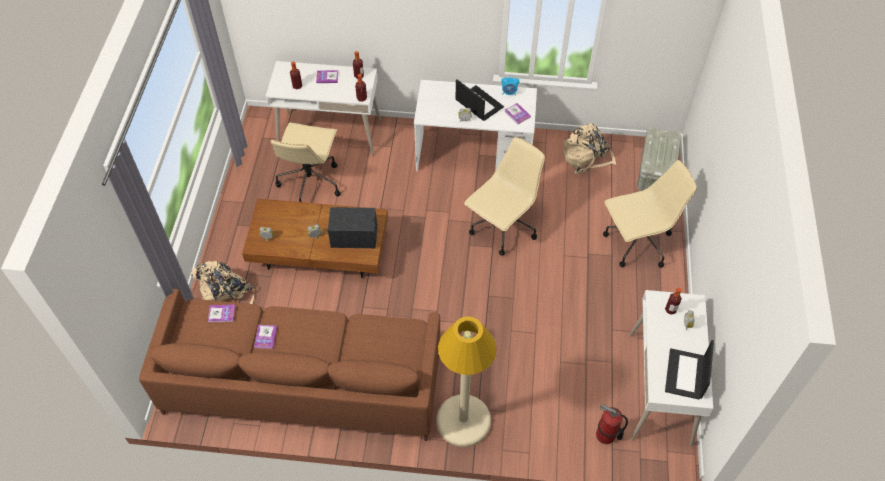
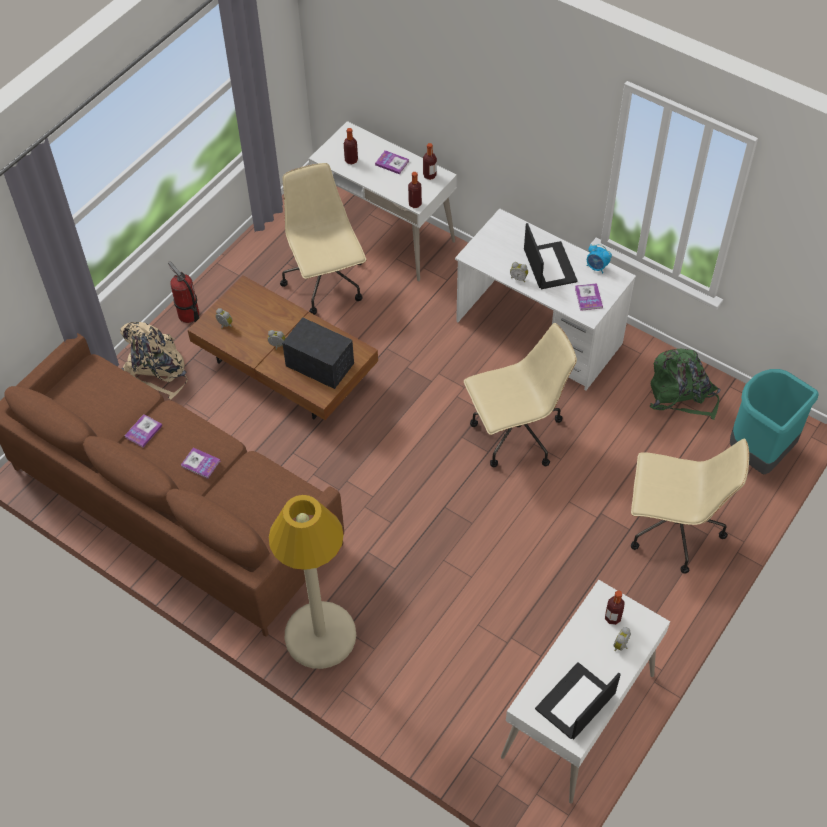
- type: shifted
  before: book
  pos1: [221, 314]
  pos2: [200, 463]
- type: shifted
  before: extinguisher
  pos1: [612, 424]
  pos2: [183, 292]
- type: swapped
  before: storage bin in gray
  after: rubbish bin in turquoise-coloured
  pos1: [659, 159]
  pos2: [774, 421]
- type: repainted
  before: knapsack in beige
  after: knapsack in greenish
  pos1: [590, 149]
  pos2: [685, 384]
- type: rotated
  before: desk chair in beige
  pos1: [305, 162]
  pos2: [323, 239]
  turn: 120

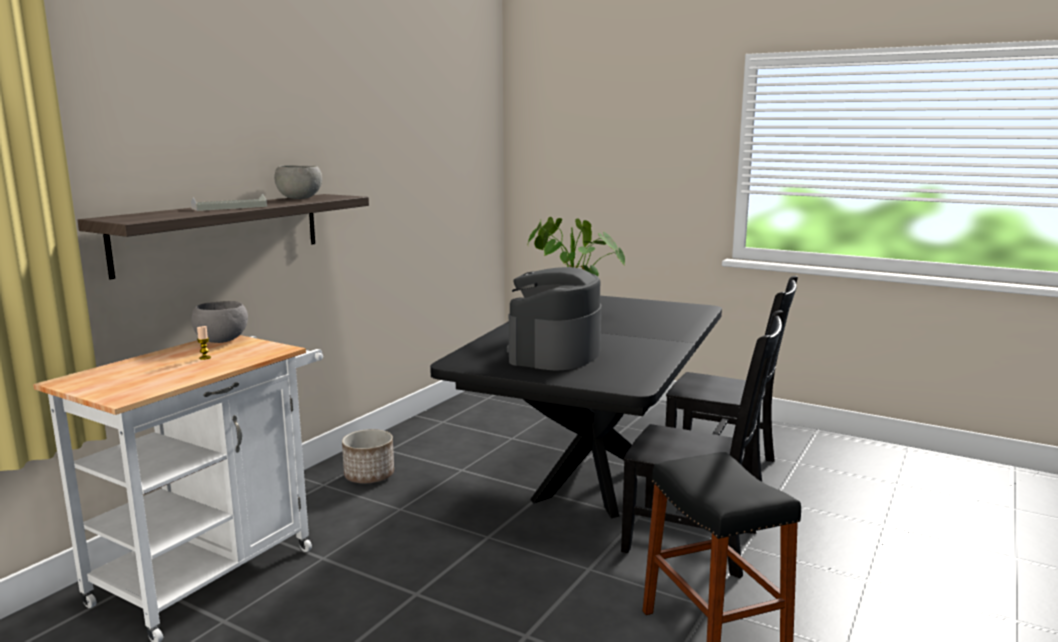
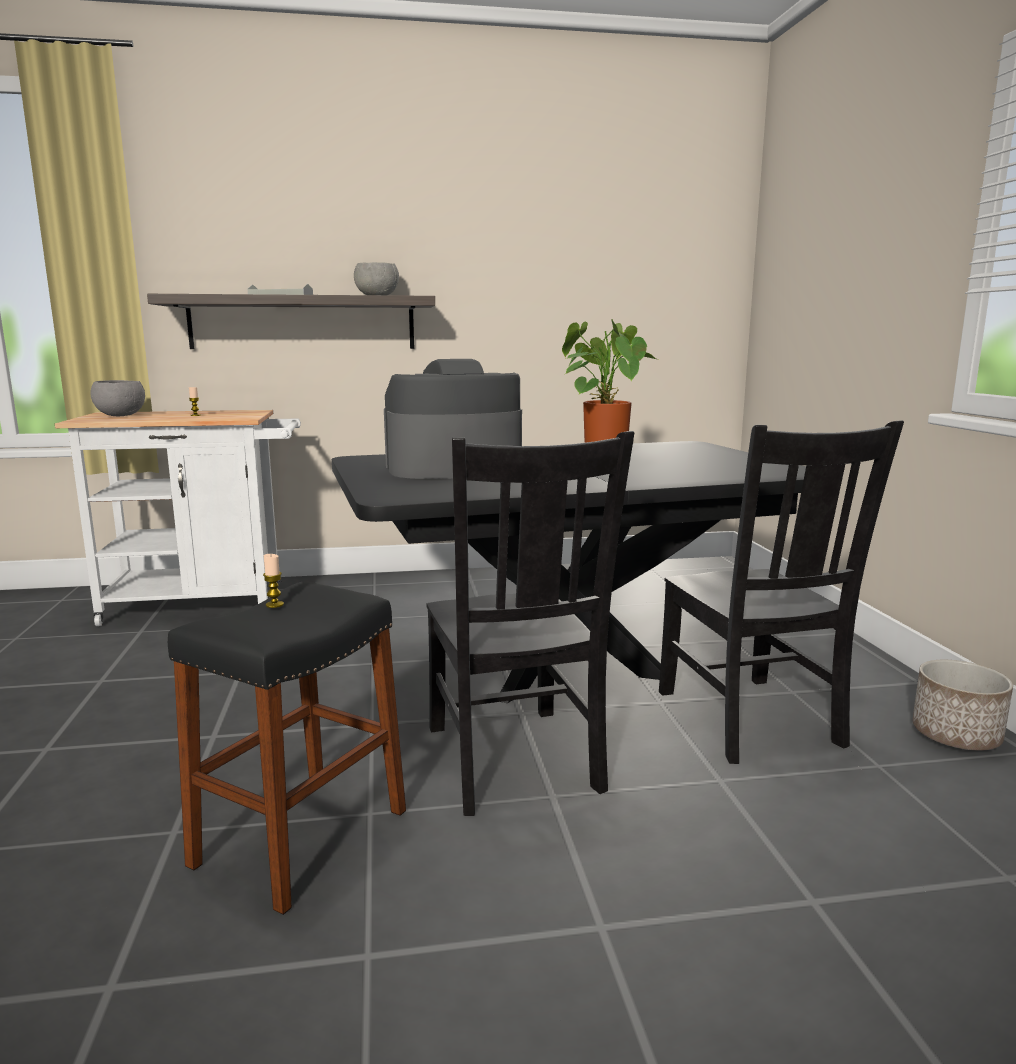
- type: new
  after: wax light
  pos2: [273, 581]
- type: shifted
  before: deep dish in gray
  pos1: [219, 322]
  pos2: [117, 398]
- type: shifted
  before: flower pot
  pos1: [368, 456]
  pos2: [963, 705]

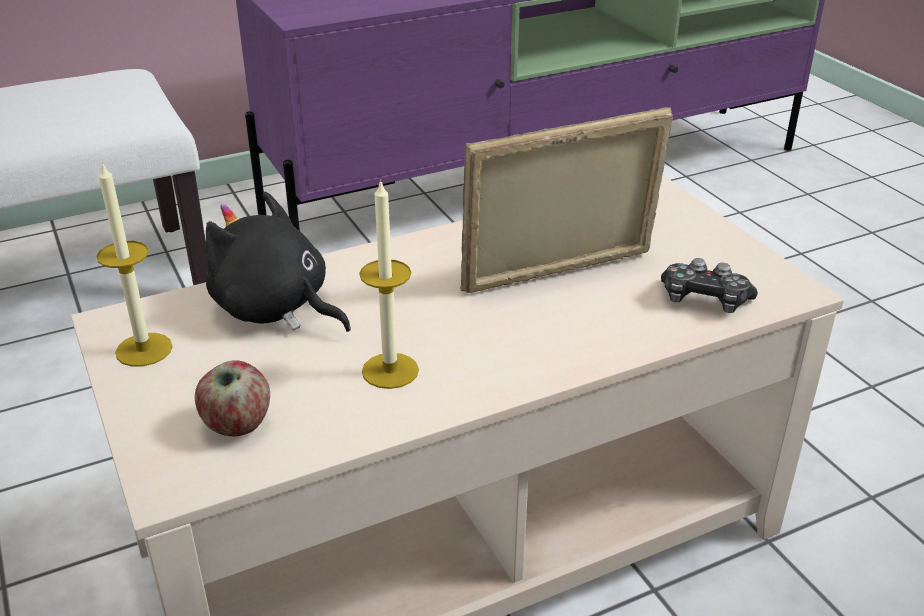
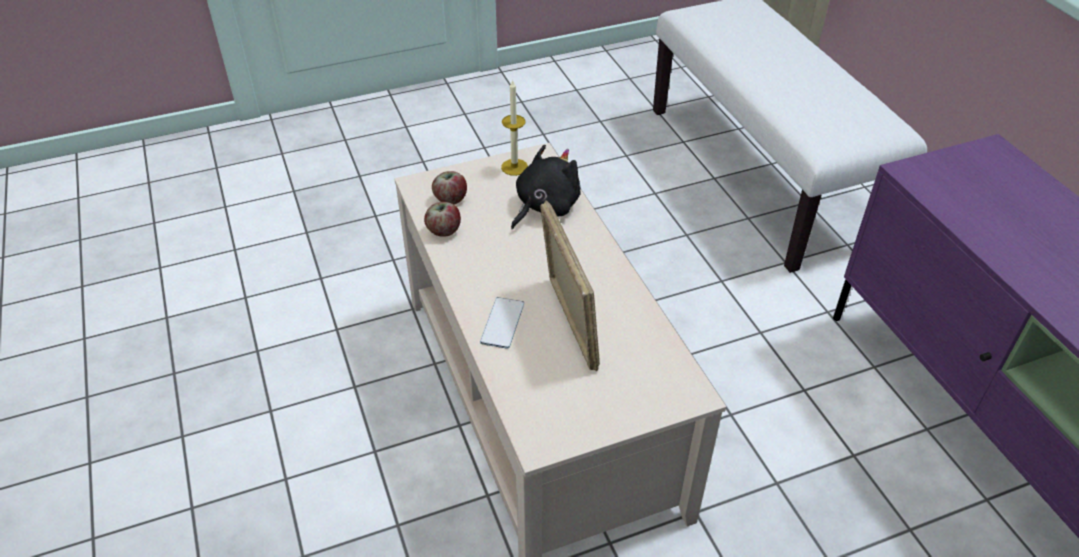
- type: gone
  before: wax light
  pos1: [389, 284]
- type: gone
  before: game controller
  pos1: [709, 285]
- type: new
  after: whole apple
  pos2: [442, 219]
- type: new
  after: telephone
  pos2: [502, 323]

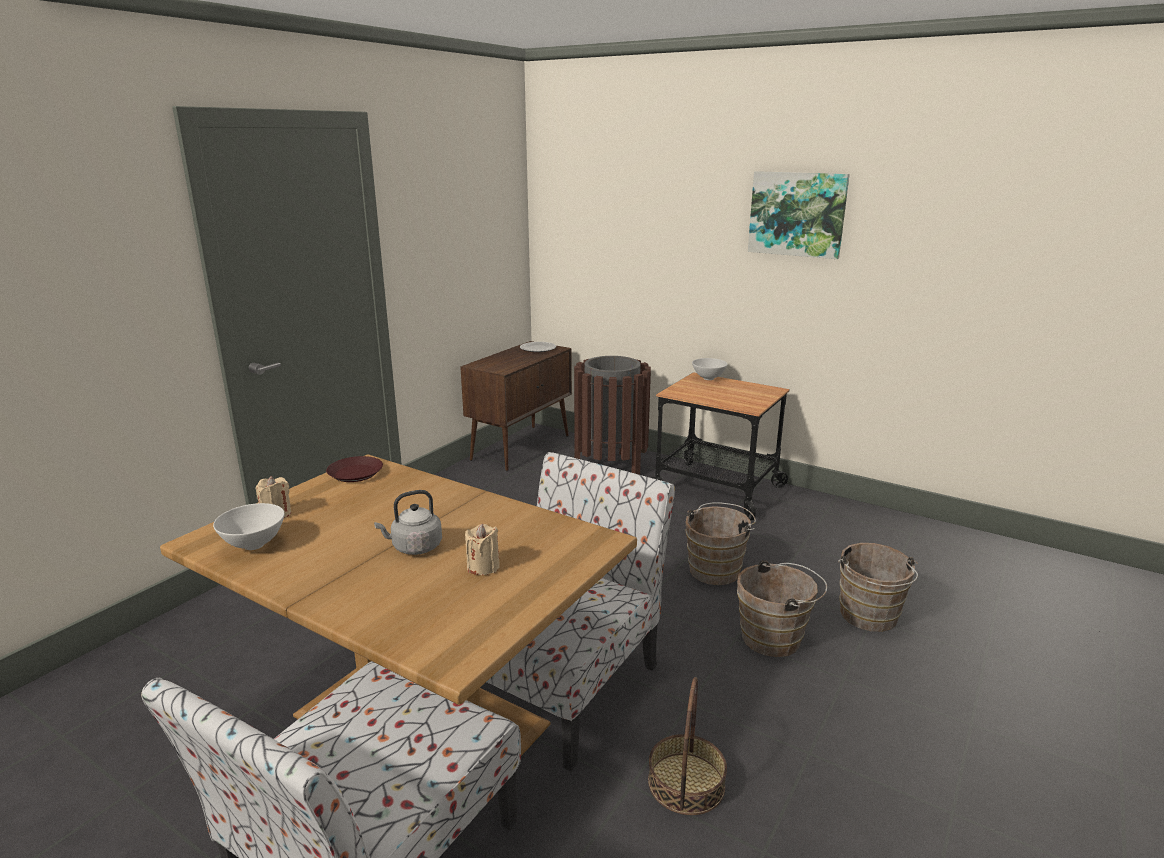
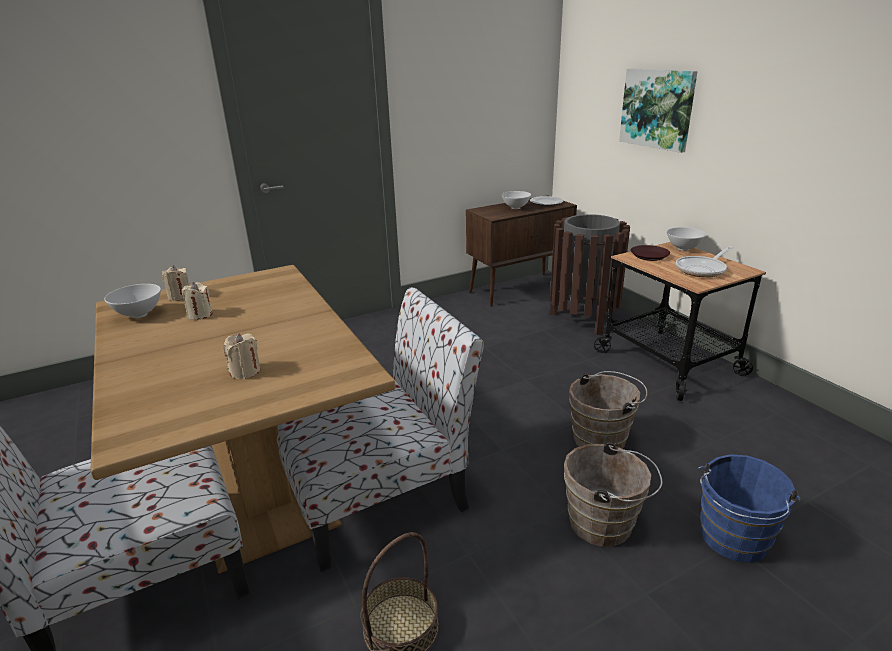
- type: gone
  before: water kettle in gray
  pos1: [408, 522]
- type: new
  after: wax light in beige
  pos2: [197, 301]
- type: new
  after: deep dish in white
  pos2: [516, 200]
- type: new
  after: skillet
  pos2: [704, 261]
- type: shifted
  before: plate in brown-coloured
  pos1: [354, 469]
  pos2: [650, 253]
- type: shifted
  before: wall art
  pos1: [799, 215]
  pos2: [658, 111]
- type: repainted
  before: bucket in brown-coloured
  after: bucket in bluish
  pos1: [878, 587]
  pos2: [749, 508]

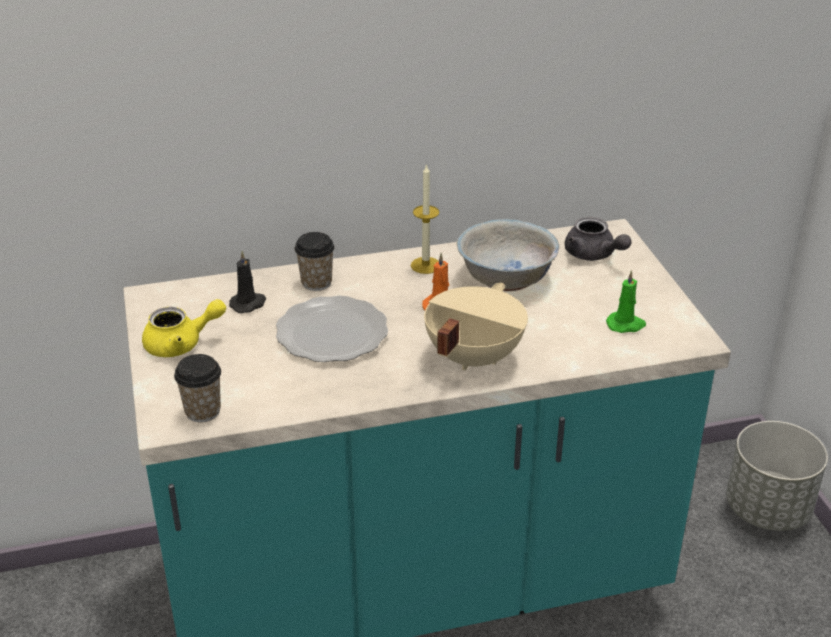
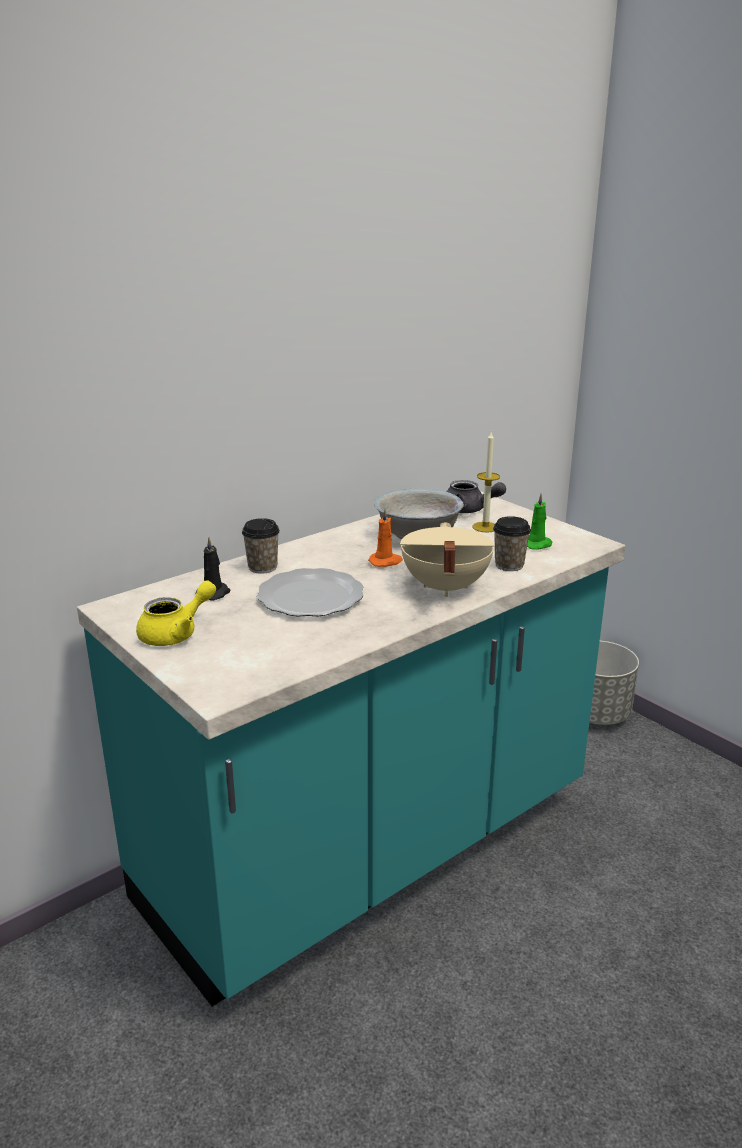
- type: shifted
  before: cup
  pos1: [197, 388]
  pos2: [512, 543]
- type: shifted
  before: wax light
  pos1: [425, 219]
  pos2: [486, 482]

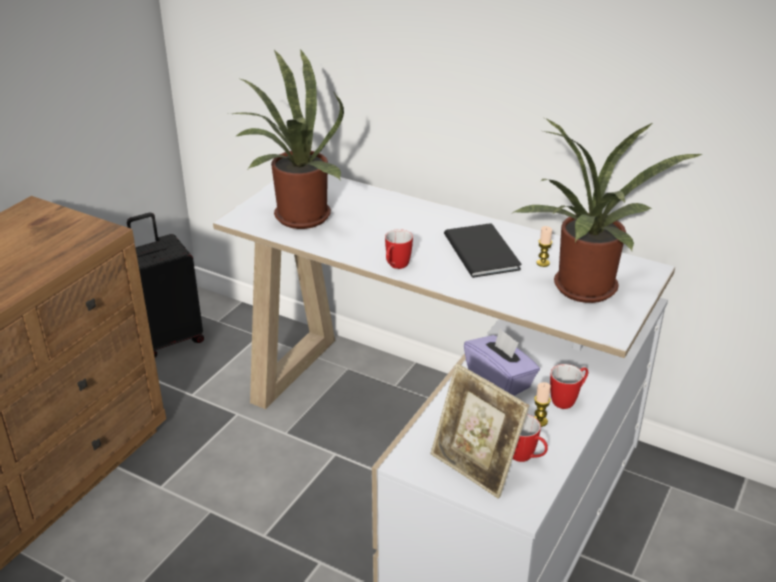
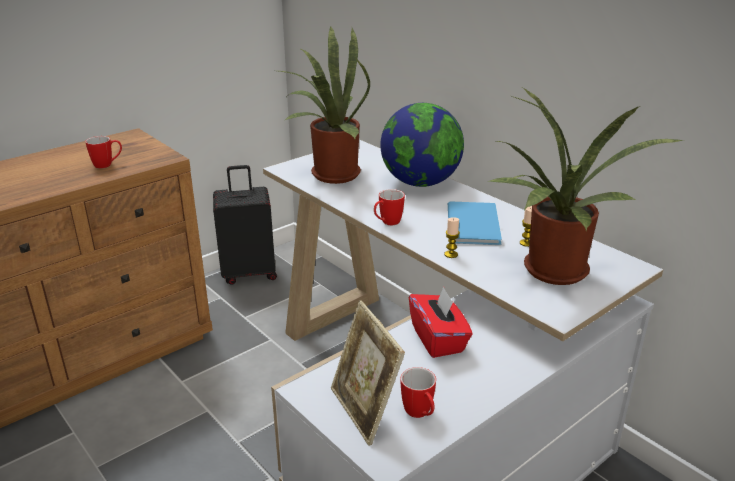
- type: new
  after: world globe
  pos2: [422, 145]
- type: shifted
  before: wax light
  pos1: [542, 404]
  pos2: [452, 237]
- type: shifted
  before: tea mug
  pos1: [569, 386]
  pos2: [103, 152]
- type: repainted
  before: book in black-coloured
  after: book in bluish
  pos1: [482, 250]
  pos2: [475, 223]
- type: repainted
  before: tissue holder in purplish
  after: tissue holder in red-coloured
  pos1: [502, 362]
  pos2: [440, 322]

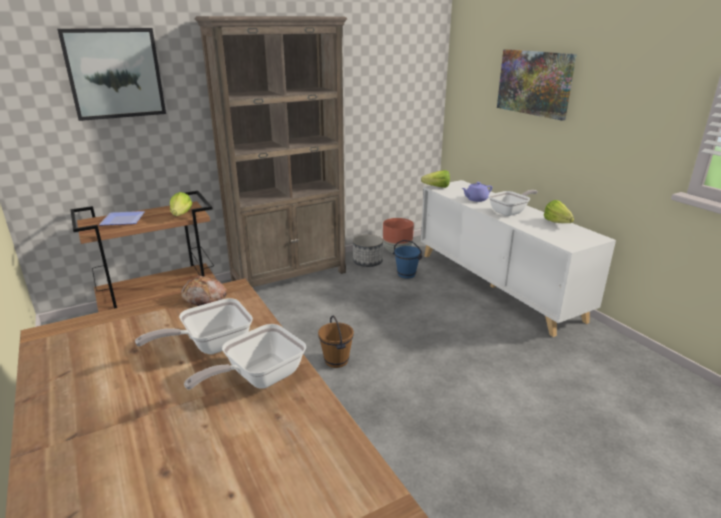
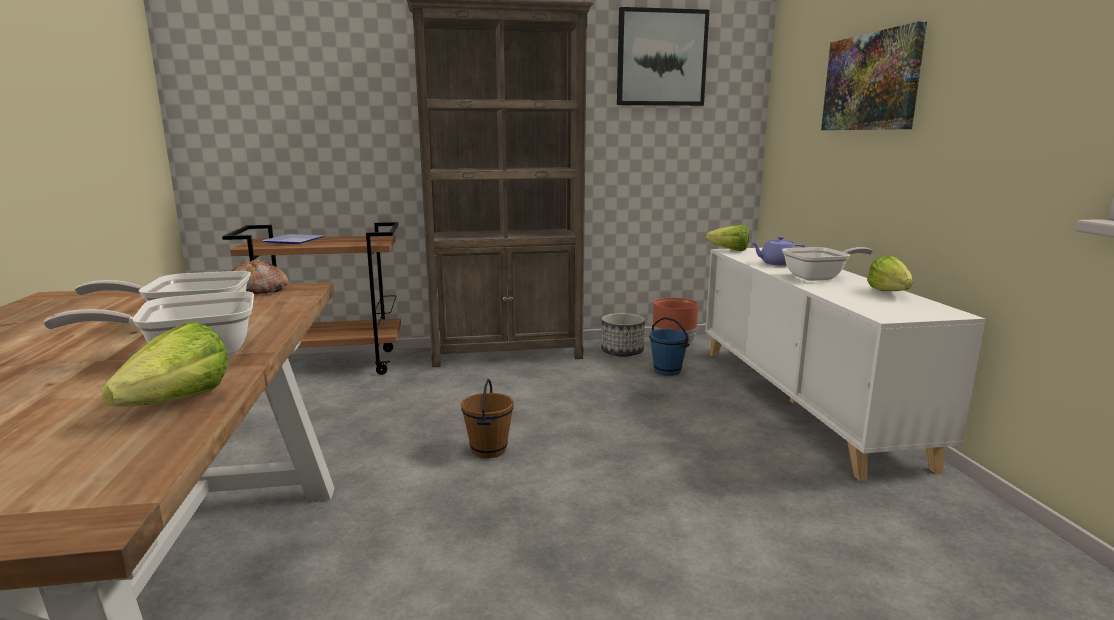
- type: shifted
  before: wall art
  pos1: [111, 74]
  pos2: [663, 56]
- type: shifted
  before: lettuce
  pos1: [181, 204]
  pos2: [164, 364]

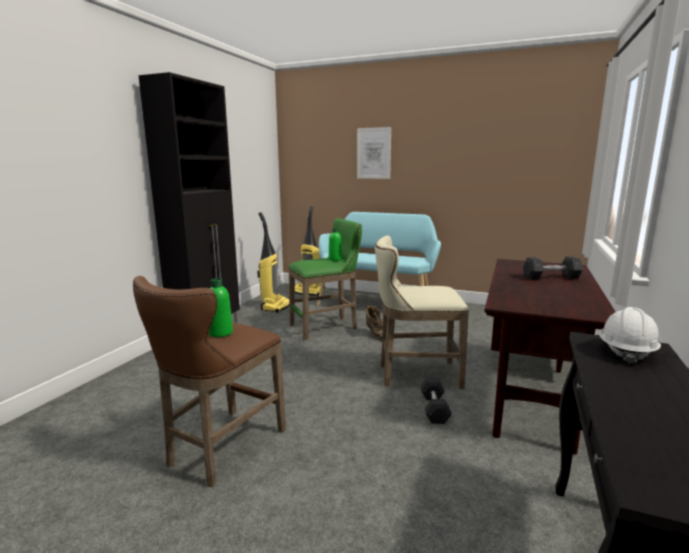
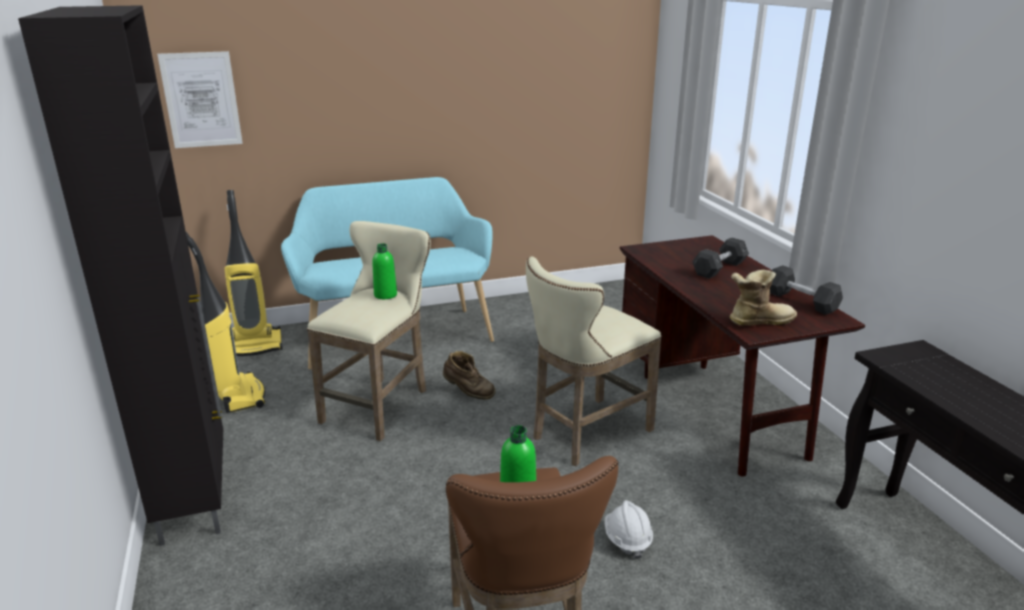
- type: new
  after: boot
  pos2: [763, 298]
- type: shifted
  before: wall art
  pos1: [374, 153]
  pos2: [200, 99]
- type: shifted
  before: dumbbell in gray
  pos1: [436, 401]
  pos2: [806, 290]
- type: shifted
  before: hard hat in white
  pos1: [630, 335]
  pos2: [629, 529]
- type: repainted
  before: sitting stool in greenish
  after: sitting stool in beige
  pos1: [325, 279]
  pos2: [369, 331]

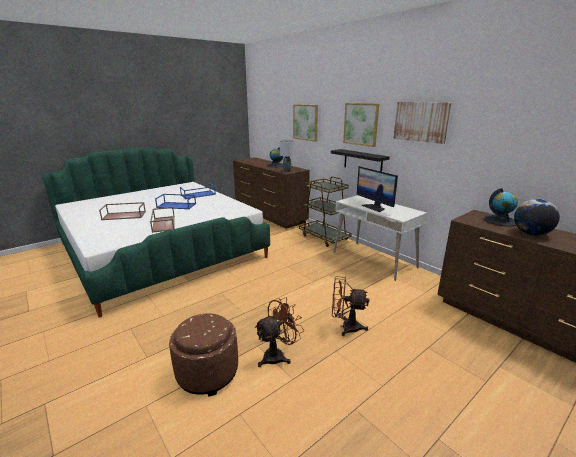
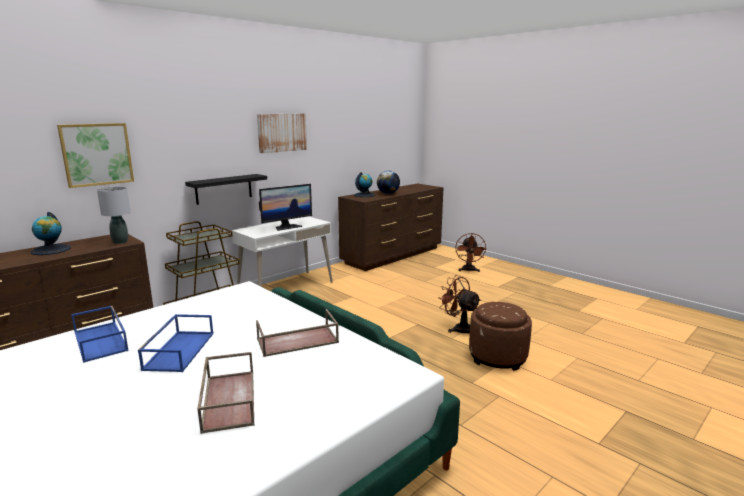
- type: gone
  before: wall art
  pos1: [361, 125]
- type: shifted
  before: cooling fan in brown-coloured
  pos1: [350, 306]
  pos2: [470, 252]

